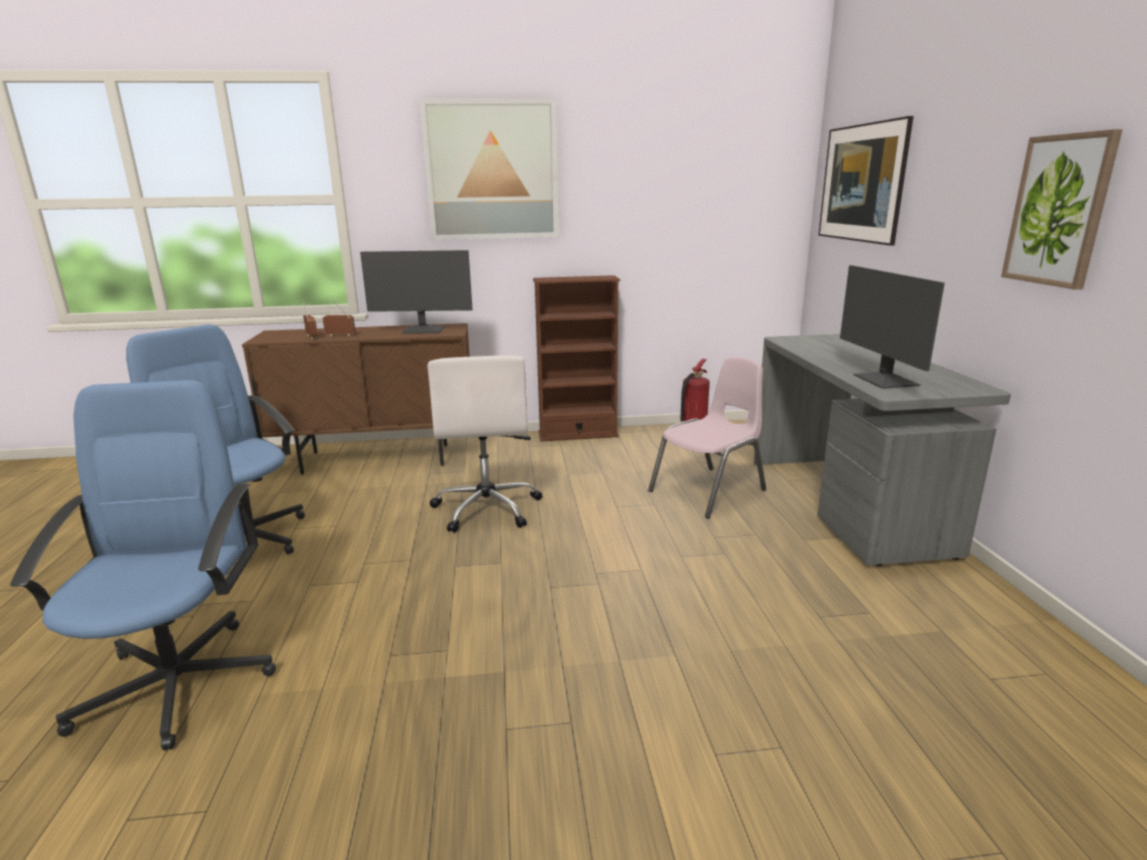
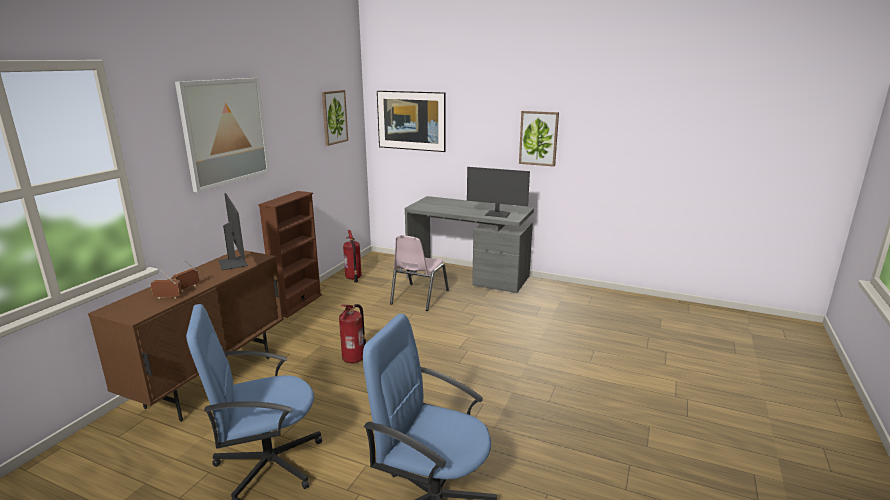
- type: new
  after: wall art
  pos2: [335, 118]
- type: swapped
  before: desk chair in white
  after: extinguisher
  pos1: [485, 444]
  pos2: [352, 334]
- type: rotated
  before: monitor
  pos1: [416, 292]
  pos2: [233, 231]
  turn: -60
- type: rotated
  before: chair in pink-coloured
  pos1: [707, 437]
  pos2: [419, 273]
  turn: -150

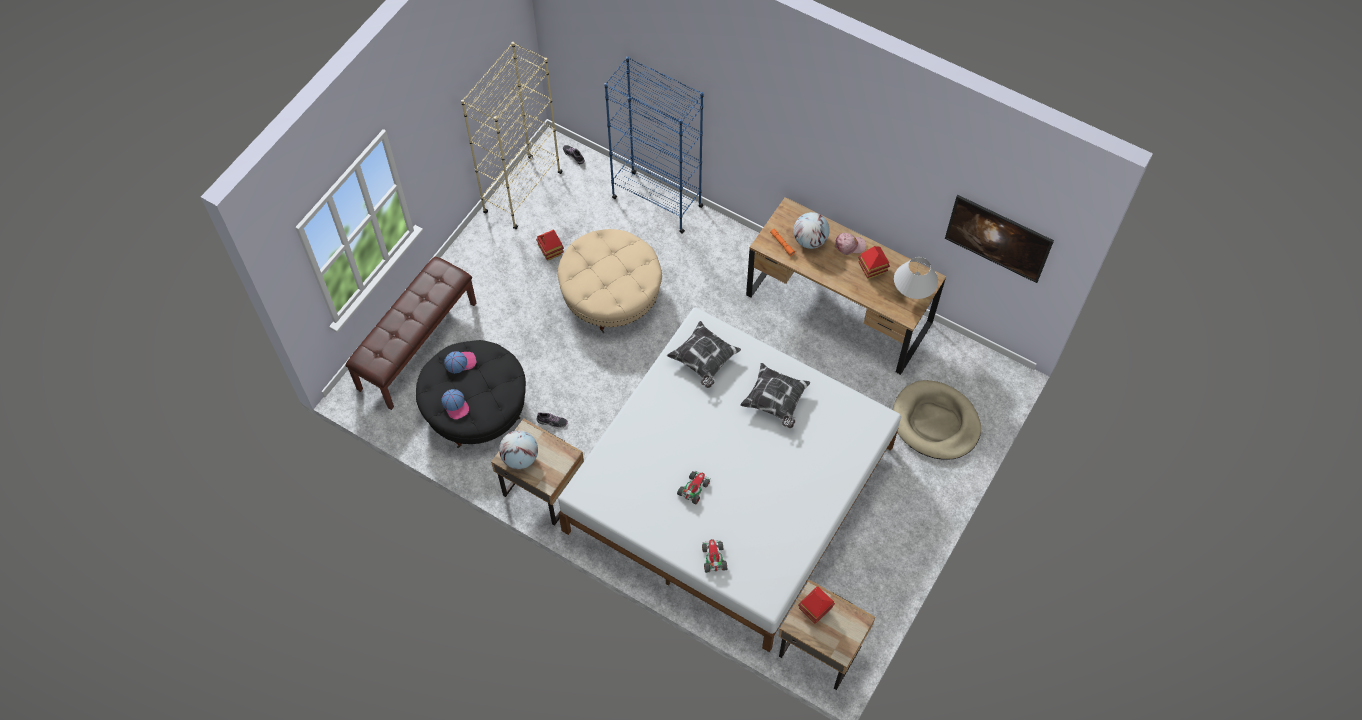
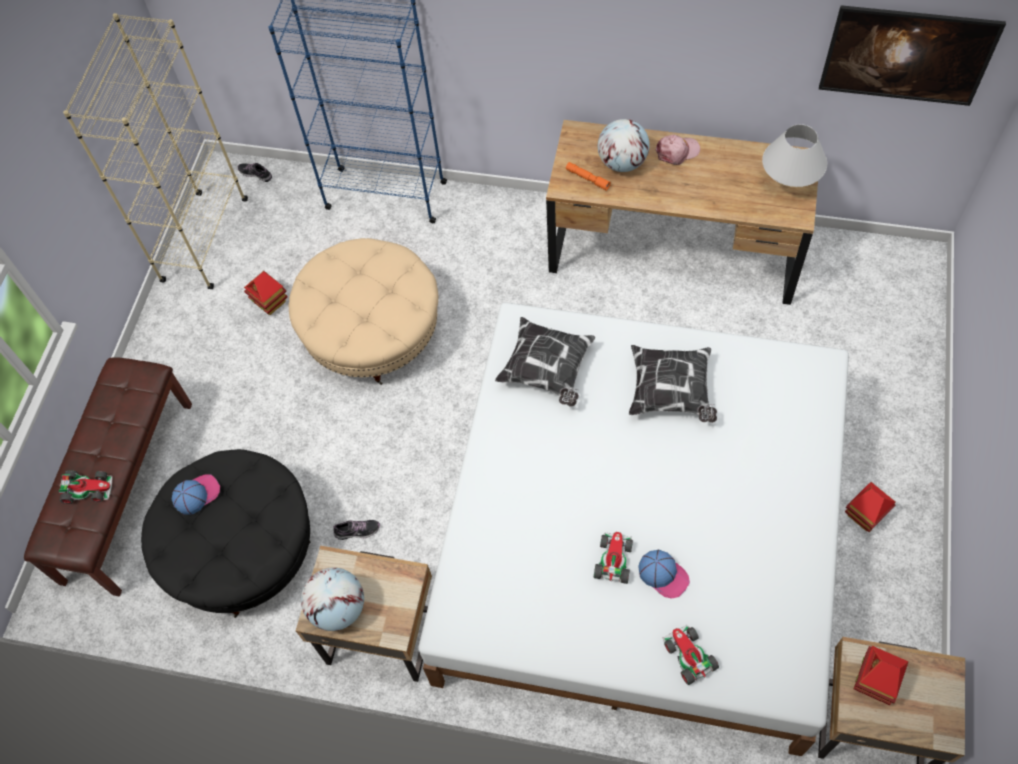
- type: gone
  before: dog cushion in beige
  pos1: [937, 420]
- type: new
  after: model car
  pos2: [85, 487]
- type: shifted
  before: cap
  pos1: [455, 404]
  pos2: [664, 574]
- type: shifted
  before: model house
  pos1: [874, 262]
  pos2: [870, 507]

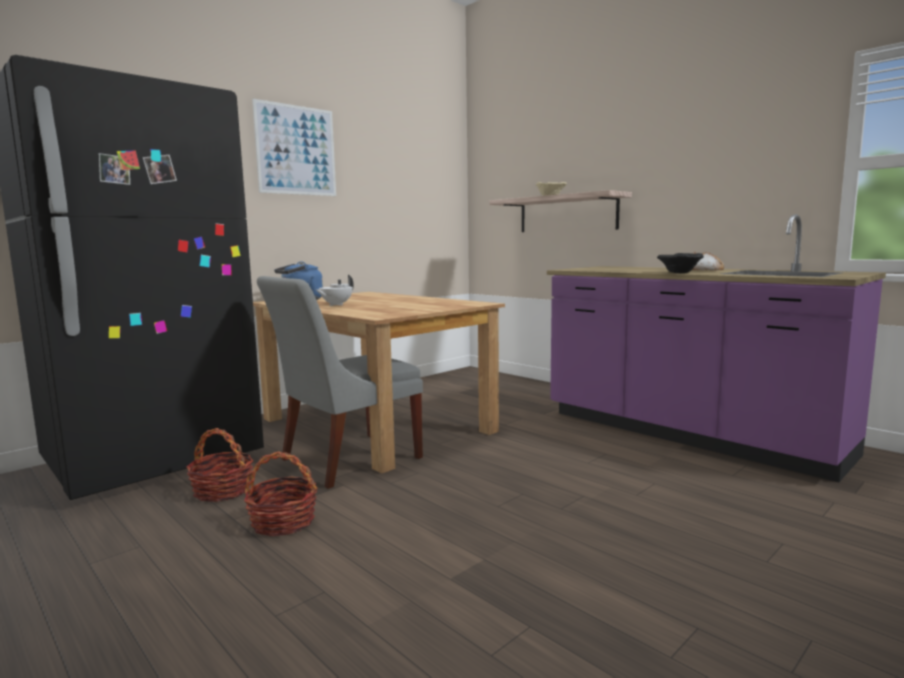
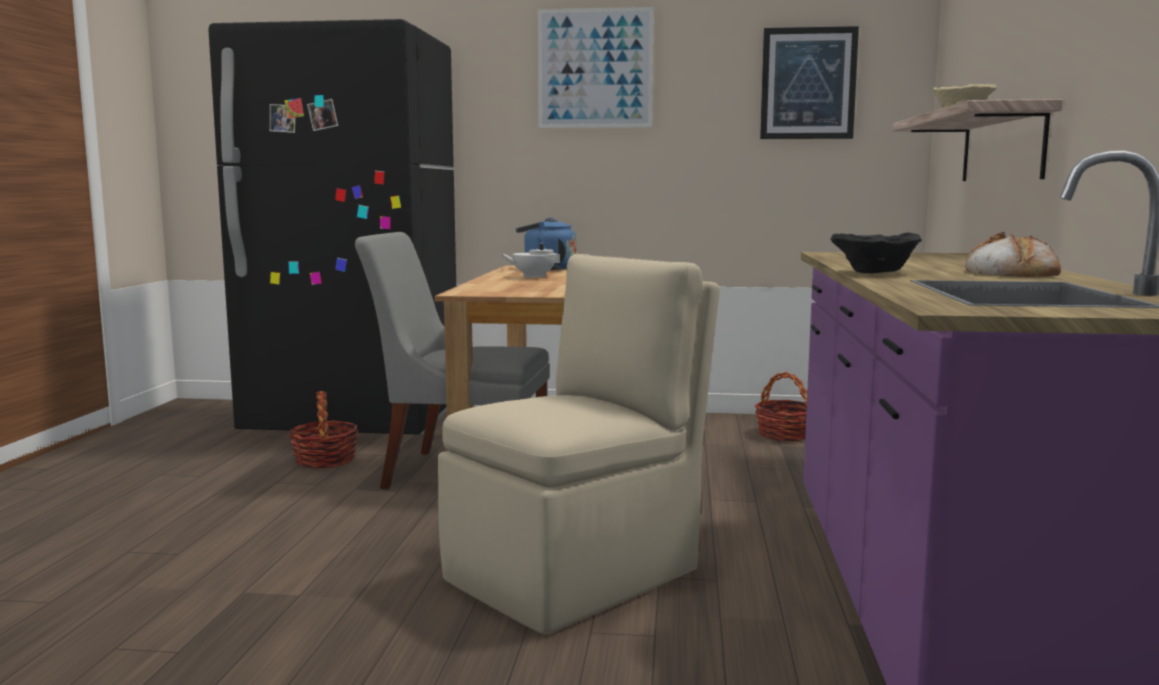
- type: new
  after: chair in beige
  pos2: [579, 444]
- type: new
  after: wall art
  pos2: [809, 82]
- type: shifted
  before: household basket
  pos1: [281, 493]
  pos2: [781, 407]

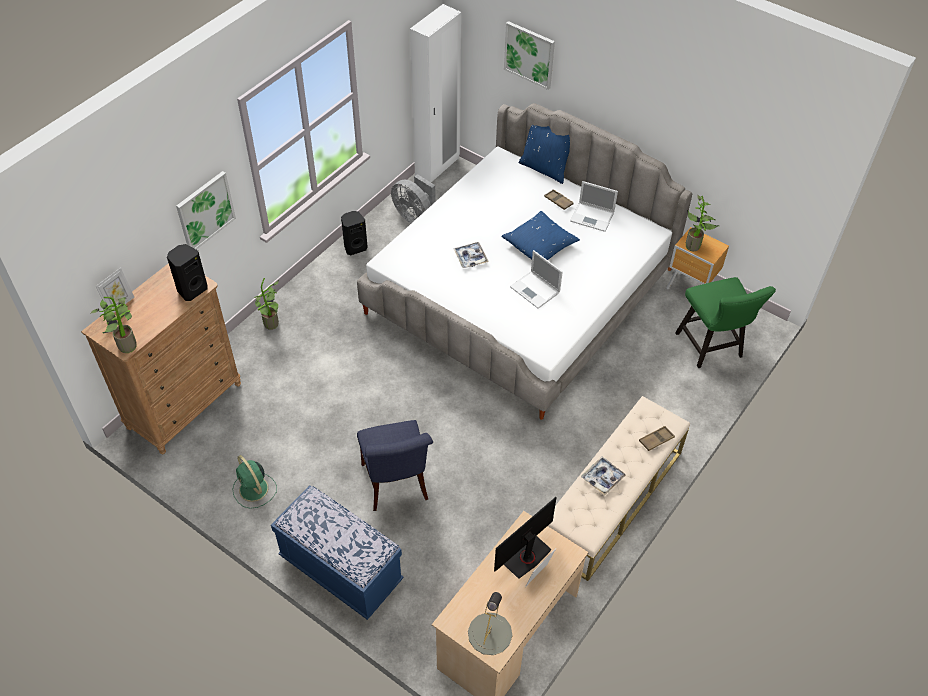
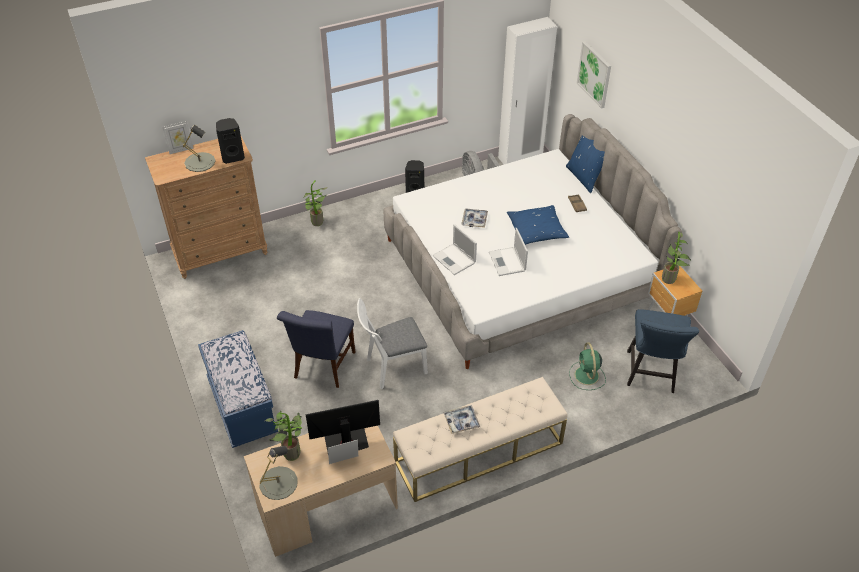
- type: gone
  before: wall art
  pos1: [206, 210]
- type: gone
  before: tray in brown-coloured
  pos1: [657, 438]
- type: new
  after: lamp for a table in gray
  pos2: [199, 148]
- type: new
  after: chair in white
  pos2: [392, 343]
- type: shifted
  before: plant in a pot
  pos1: [113, 325]
  pos2: [283, 436]
- type: shifted
  before: cooling fan in greenish
  pos1: [254, 482]
  pos2: [587, 366]
- type: shifted
  before: portable computer
  pos1: [594, 206]
  pos2: [455, 249]
- type: repainted
  before: chair in greenish
  after: chair in bluish
  pos1: [725, 322]
  pos2: [663, 351]

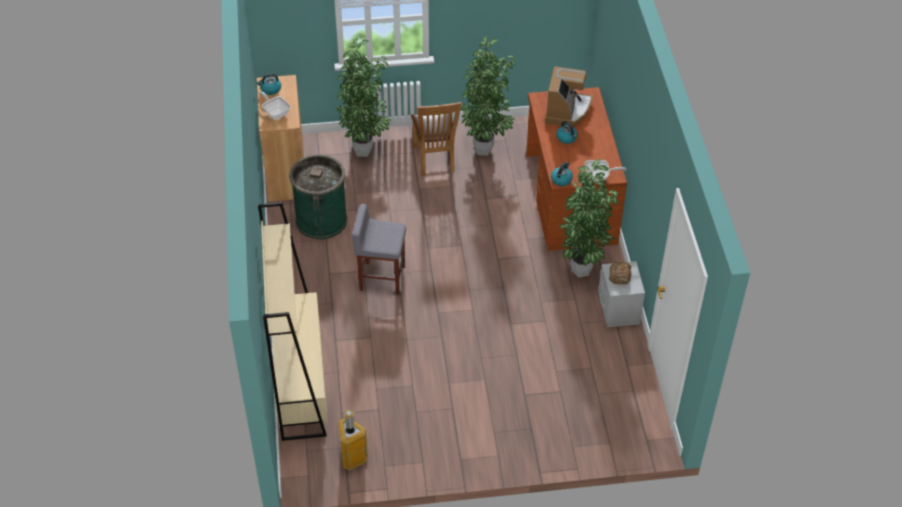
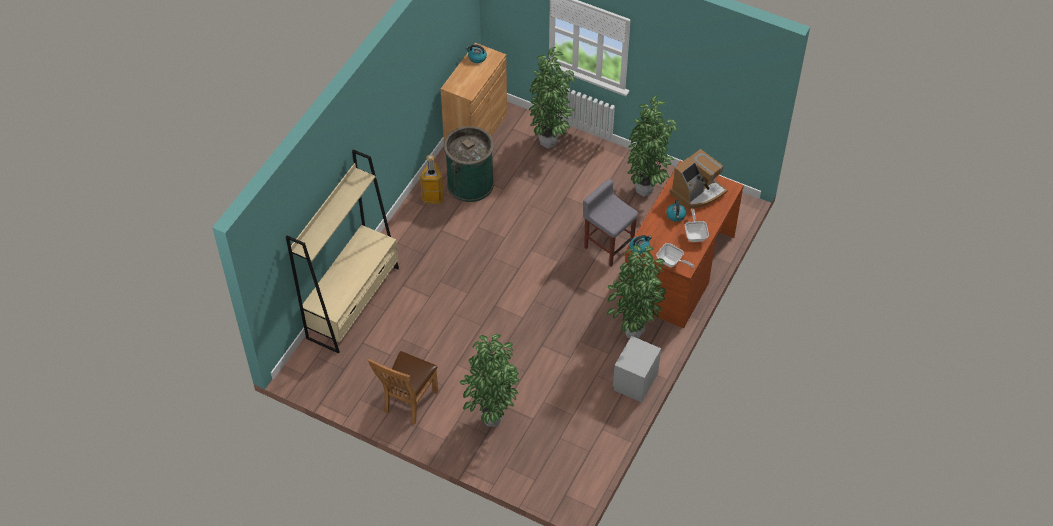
- type: gone
  before: baked bread
  pos1: [620, 273]
- type: new
  after: plant in a pot
  pos2: [490, 380]
- type: shifted
  before: skillet
  pos1: [275, 105]
  pos2: [697, 225]
- type: shifted
  before: rubbish bin
  pos1: [353, 440]
  pos2: [432, 179]
- type: shifted
  before: sitting stool in gray
  pos1: [379, 249]
  pos2: [610, 223]
- type: shifted
  before: chair in brown-coloured
  pos1: [436, 139]
  pos2: [403, 388]

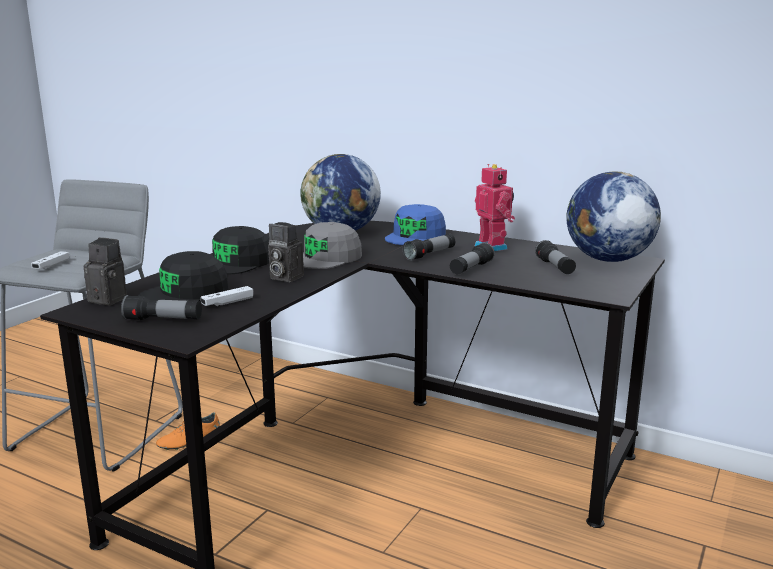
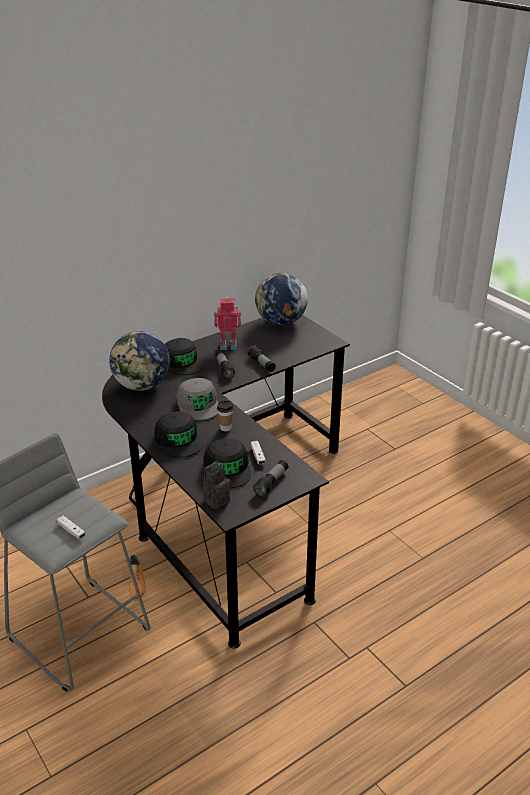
- type: gone
  before: torch
  pos1: [555, 257]
- type: swapped
  before: photo camera
  after: cup
  pos1: [286, 252]
  pos2: [225, 415]
- type: repainted
  before: cap in bluish
  after: cap in black-coloured
  pos1: [415, 224]
  pos2: [184, 356]

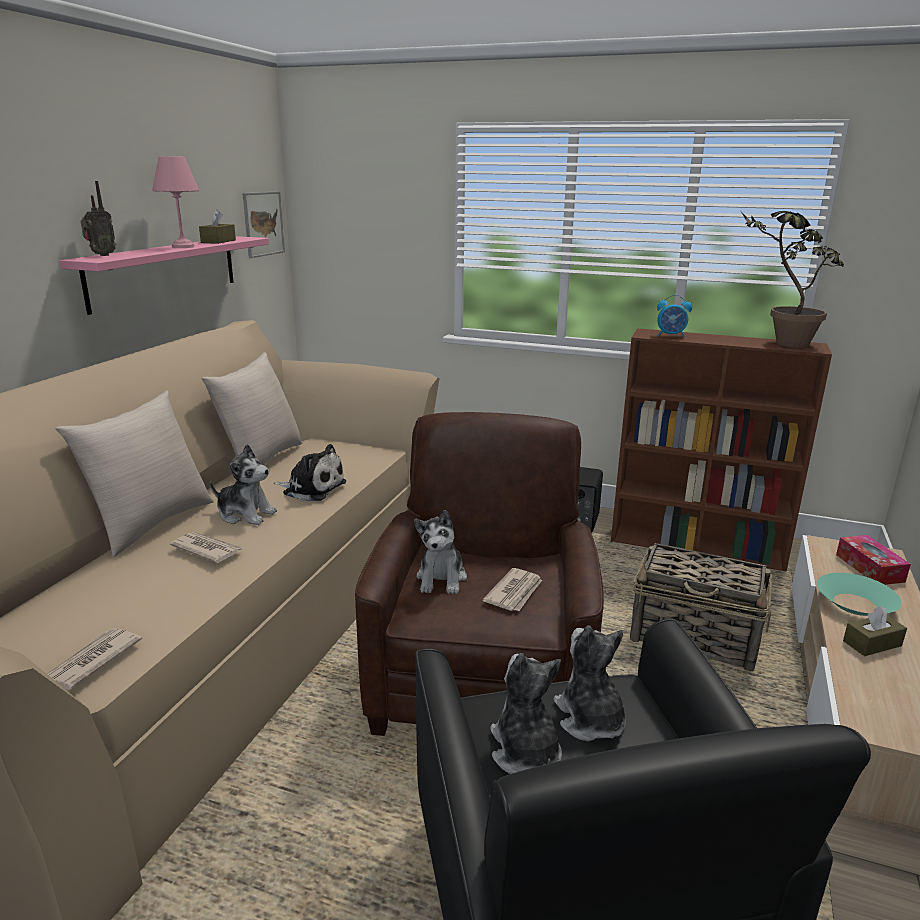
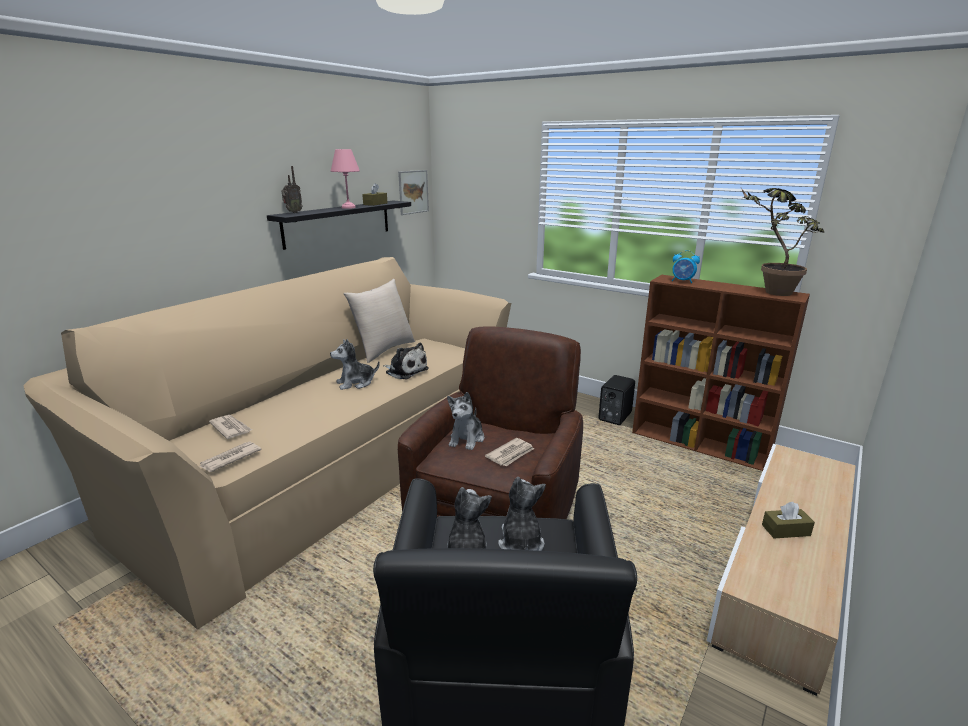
- type: gone
  before: cushion in beige
  pos1: [134, 474]
- type: gone
  before: household basket
  pos1: [701, 607]
- type: gone
  before: deep dish in turquoise-coloured
  pos1: [859, 594]
- type: gone
  before: tissue holder
  pos1: [873, 560]
- type: shifted
  before: daily paper
  pos1: [207, 547]
  pos2: [230, 427]
- type: repainted
  before: wall shelf in pink-coloured
  after: wall shelf in black-coloured
  pos1: [164, 275]
  pos2: [339, 225]
- type: rotated
  before: cuddly toy
  pos1: [243, 484]
  pos2: [355, 364]
  turn: 120

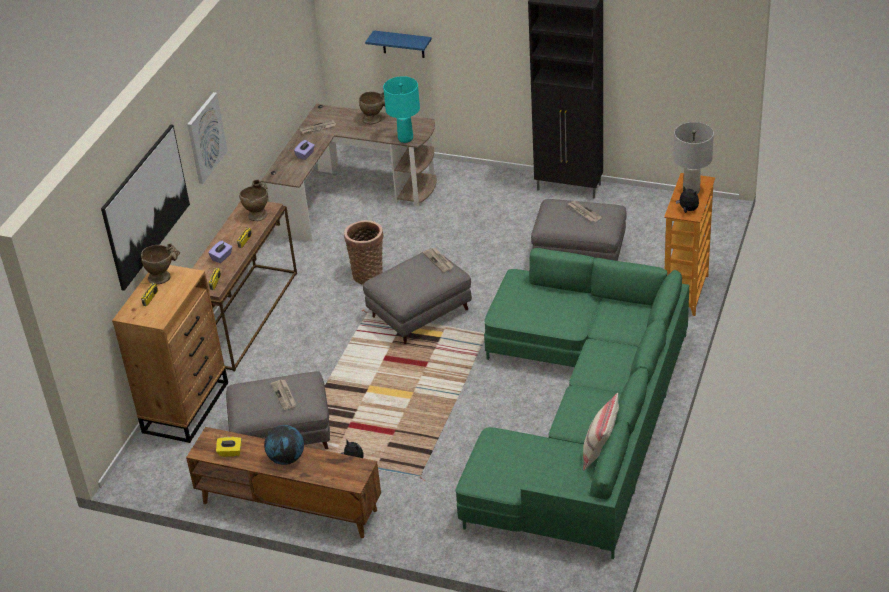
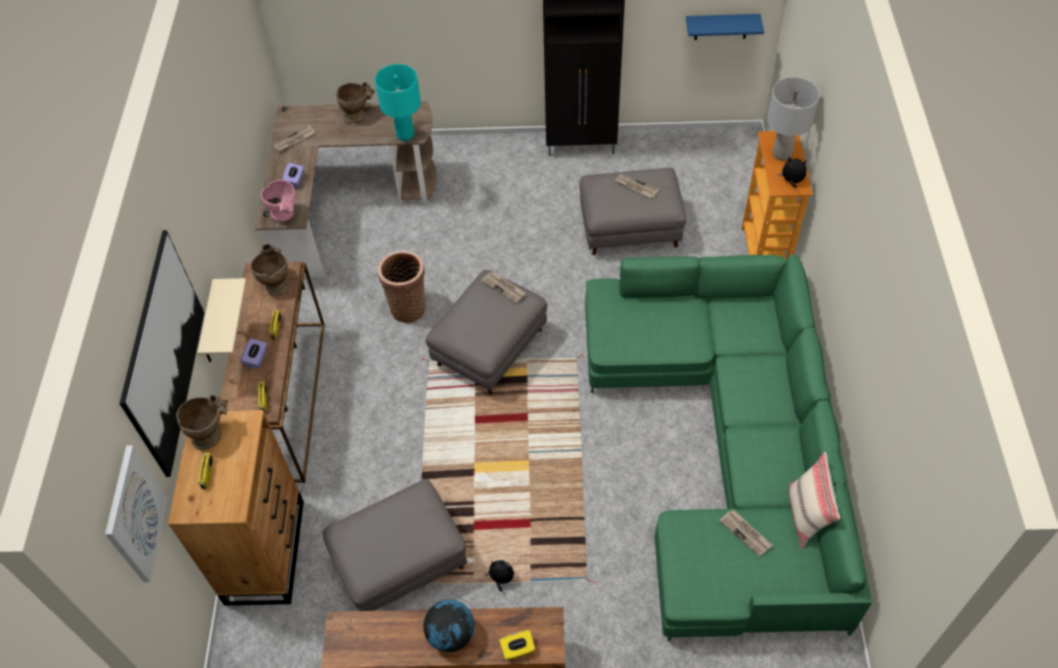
- type: new
  after: wall shelf in beige
  pos2: [222, 320]
- type: new
  after: flower vase in pink-coloured
  pos2: [279, 201]
- type: shifted
  before: wall art
  pos1: [207, 138]
  pos2: [136, 513]
- type: shifted
  before: tissue holder in yellow-coloured
  pos1: [229, 447]
  pos2: [517, 645]
- type: shifted
  before: daily paper
  pos1: [283, 395]
  pos2: [746, 533]
- type: shifted
  before: wall shelf in bluish
  pos1: [398, 44]
  pos2: [725, 27]

